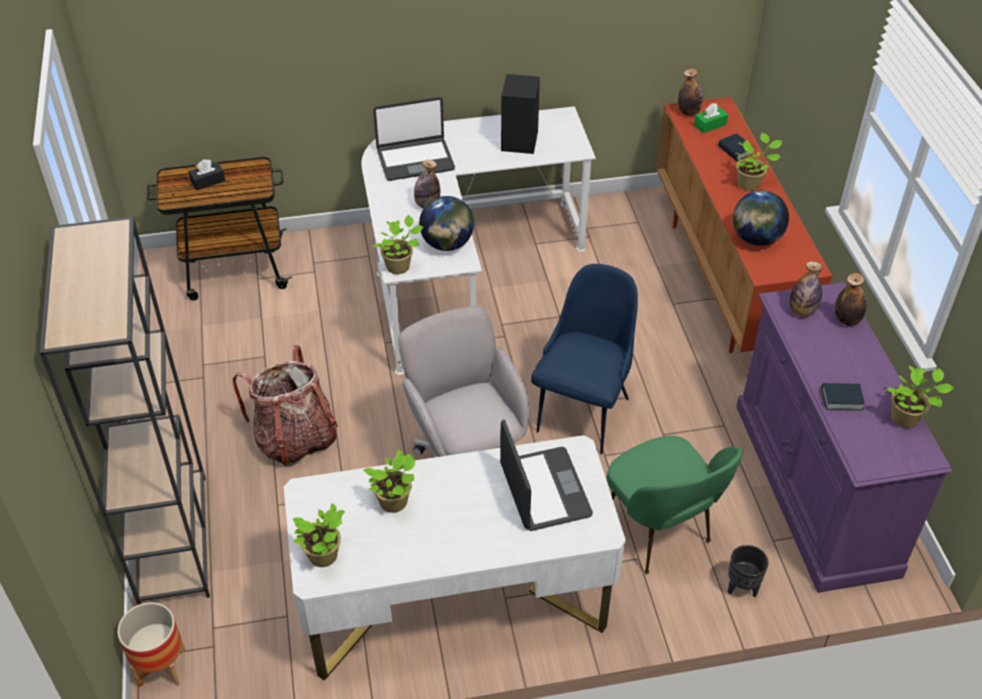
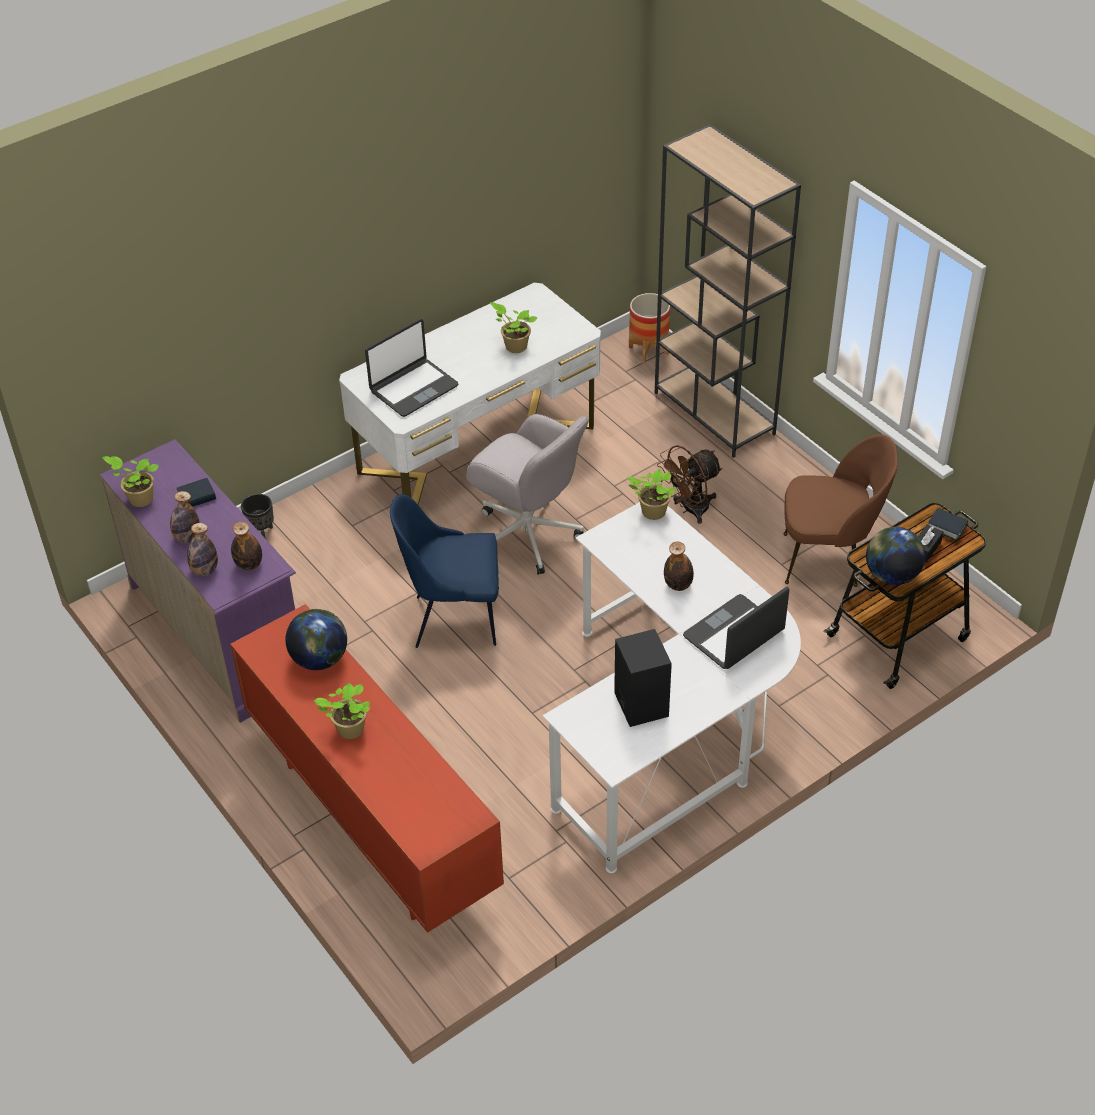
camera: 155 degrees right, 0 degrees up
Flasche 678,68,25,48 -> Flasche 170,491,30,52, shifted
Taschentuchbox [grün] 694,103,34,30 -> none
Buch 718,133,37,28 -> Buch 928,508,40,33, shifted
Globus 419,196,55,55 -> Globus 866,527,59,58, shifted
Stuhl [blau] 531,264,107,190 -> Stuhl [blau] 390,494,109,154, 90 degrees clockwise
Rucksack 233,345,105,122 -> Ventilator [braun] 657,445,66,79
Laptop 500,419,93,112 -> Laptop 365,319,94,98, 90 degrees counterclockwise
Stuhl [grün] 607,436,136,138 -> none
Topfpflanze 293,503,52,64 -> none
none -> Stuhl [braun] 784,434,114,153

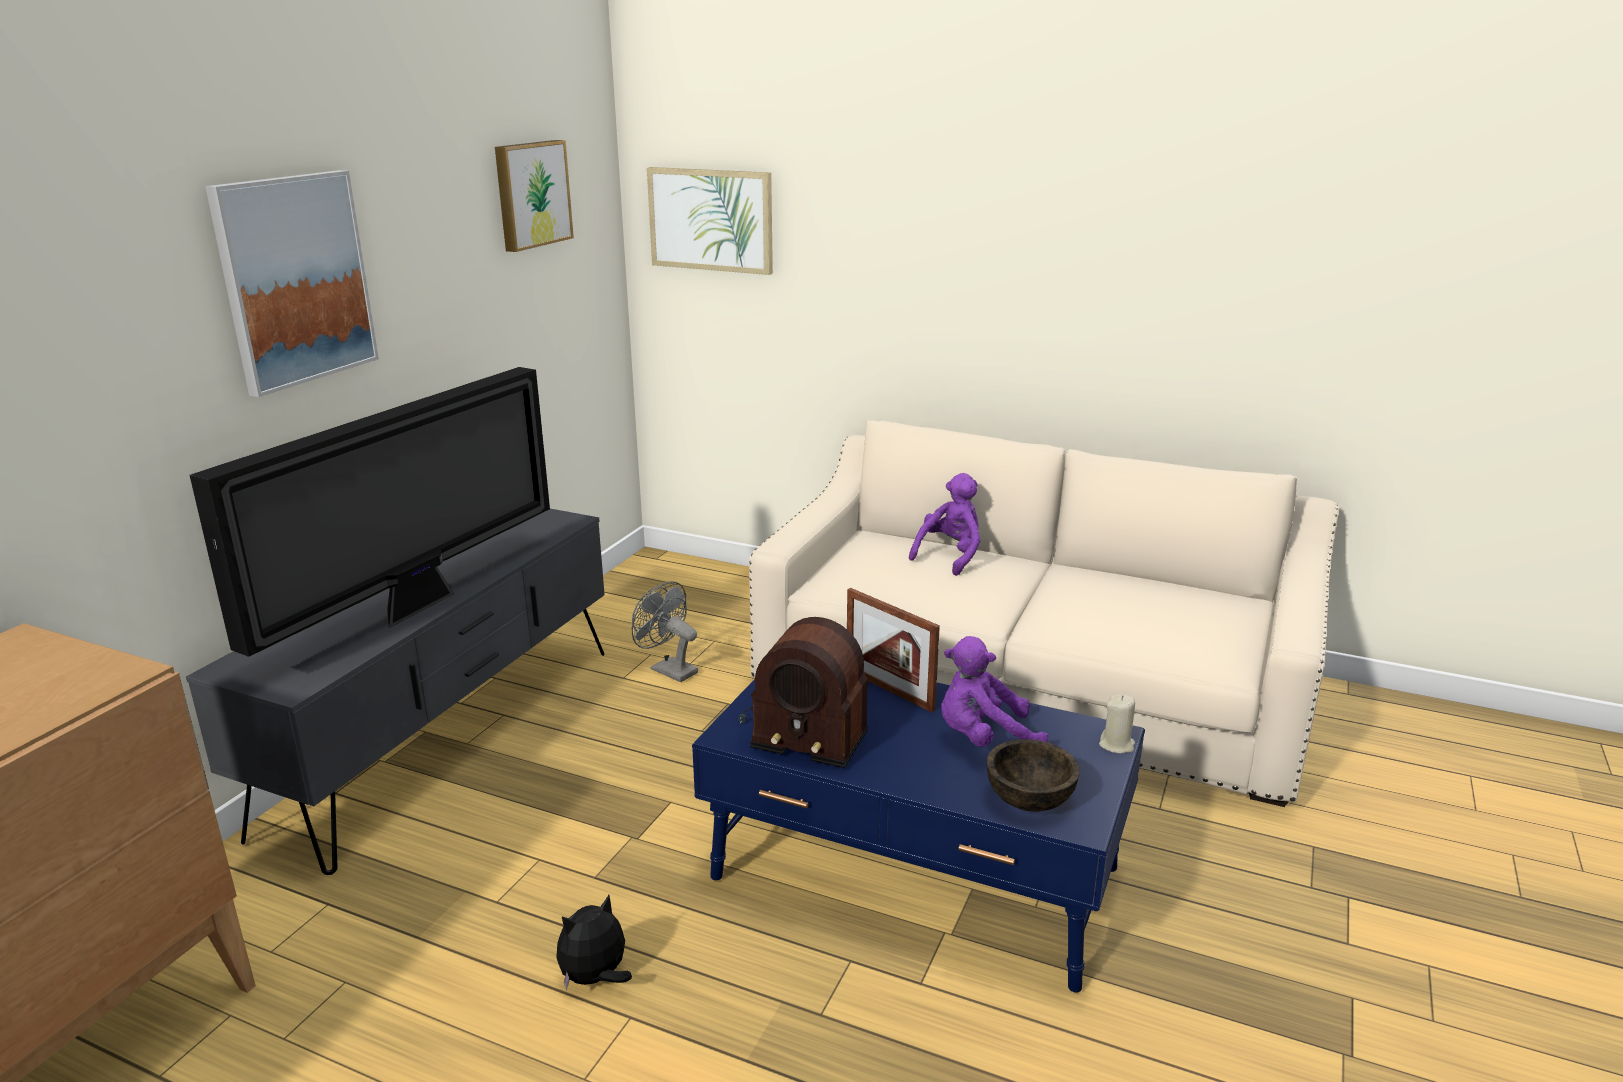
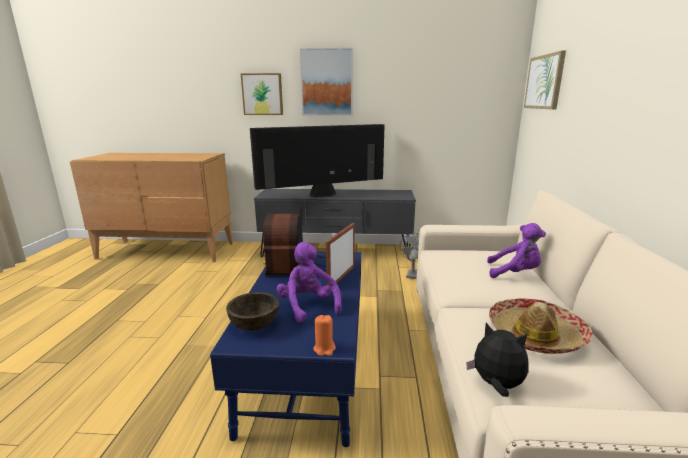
camera: 70 degrees right, 5 degrees down
Bild 495,140,79,112 -> Bild 241,73,42,42, shifted
Fernseher 190,367,360,290 -> Fernseher 250,124,135,74, 150 degrees clockwise
Kerze [beige] 1099,694,36,60 -> Kerze [orange] 313,315,23,41
Plüschtier 556,895,76,95 -> Plüschtier 466,323,63,74, shifted
none -> Hut 489,298,104,56

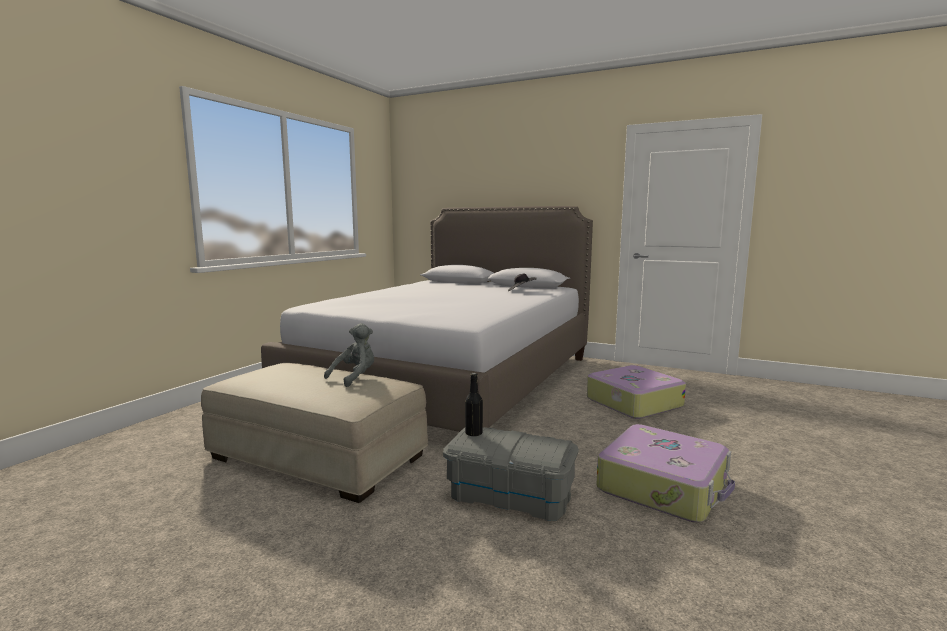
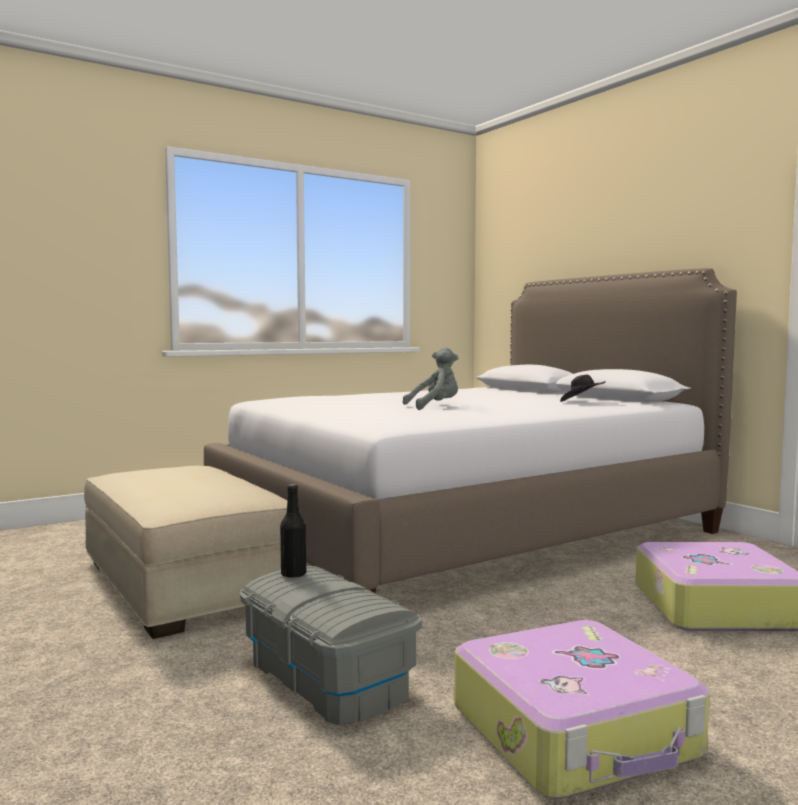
camera: 30 degrees right, 5 degrees down
Plüschtier [grau] 324,323,50,64 -> Plüschtier [grau] 402,347,56,63, shifted

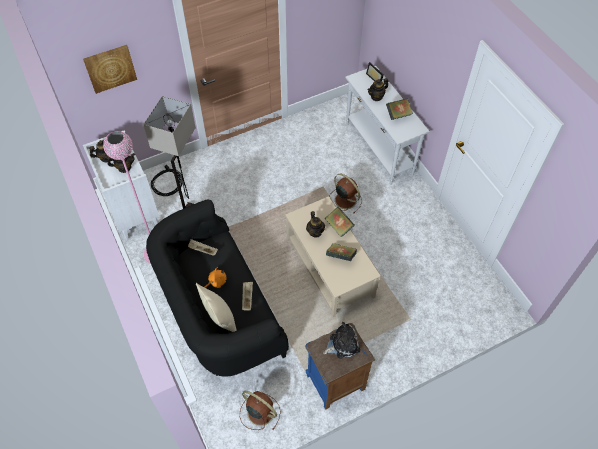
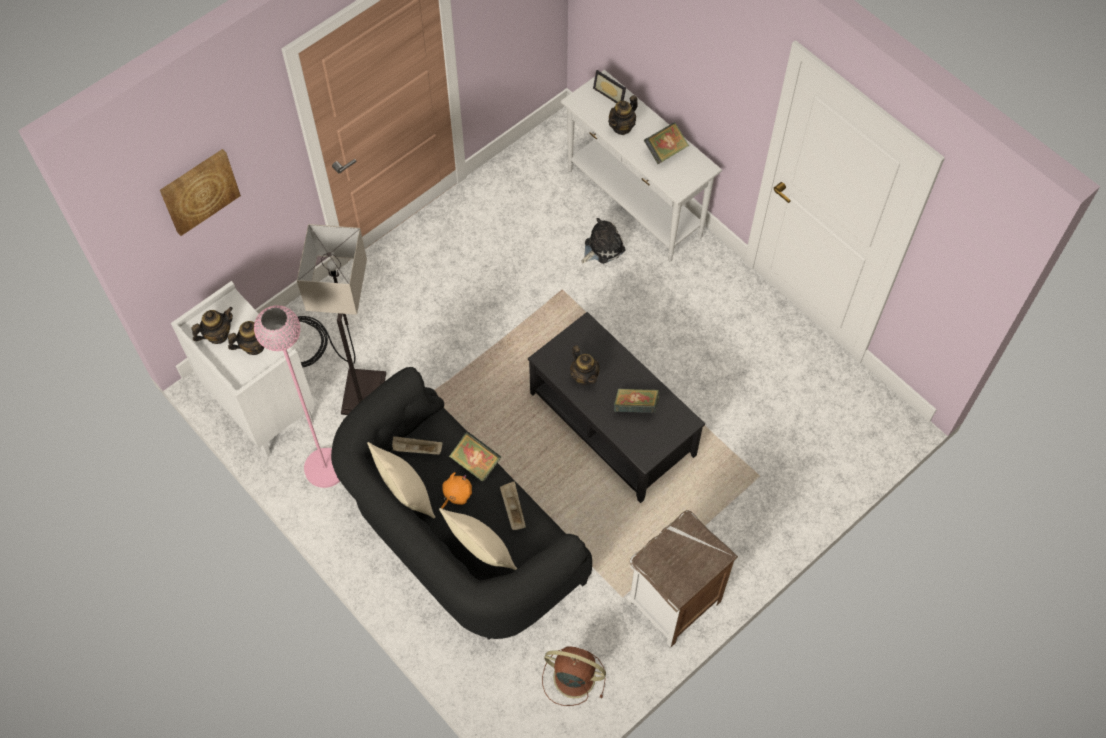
camera: 15 degrees left, 5 degrees up
Ventilator [braun] 330,174,32,39 -> none
Couchtisch [beige] 285,196,96,121 -> Couchtisch [schwarz] 528,312,177,191
Buch 325,207,30,30 -> Buch 449,432,52,50, shifted
Plüschtier 323,322,37,37 -> Plüschtier 581,218,44,46, shifted
Nachttisch [blau] 305,323,70,87 -> Nachttisch [weiß] 626,510,112,138
none -> Kissen [beige] 367,442,68,77

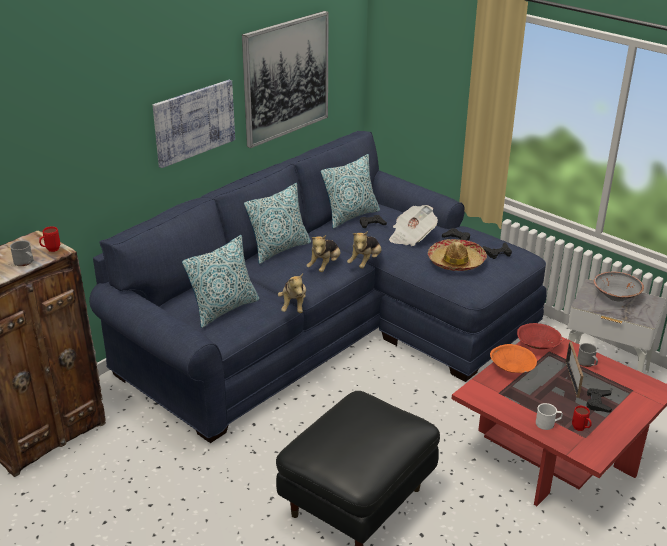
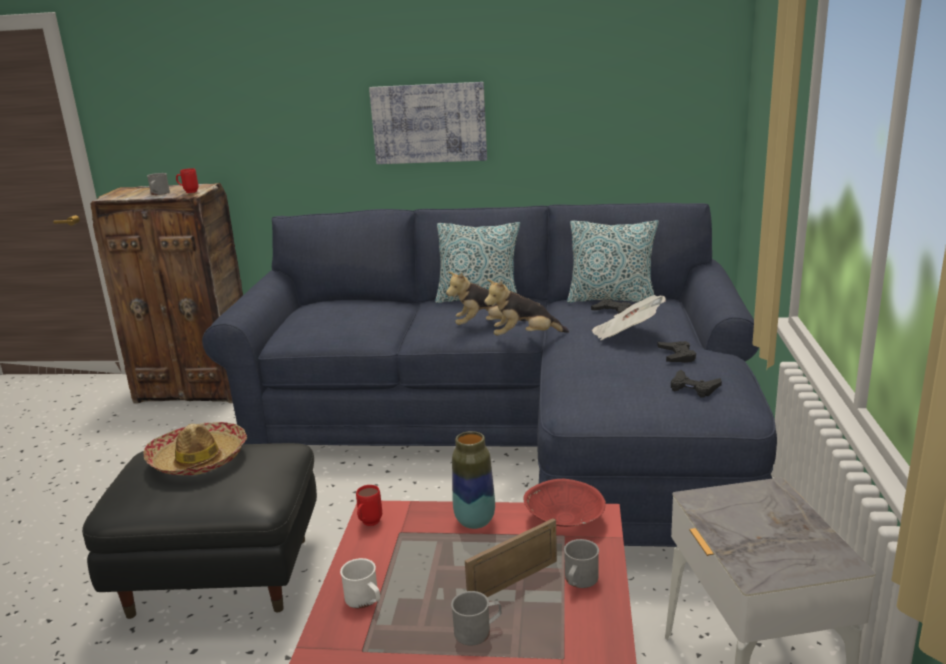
camera: 55 degrees right, 10 degrees down
Bild 242,11,87,137 -> none
Kissen 182,235,77,93 -> none
Hut 428,239,59,32 -> Hut 143,422,104,53, shifted
Schüssel [grau] 594,272,50,29 -> none
Plüschtier 278,273,28,40 -> none
Schüssel [orange] 490,344,47,29 -> Vase 452,431,43,98
Gamepad [schwarz] 587,388,25,25 -> Henkelbecher [grau] 451,591,50,55
Henkelbecher [rot] 572,406,20,25 -> Henkelbecher [rot] 356,485,26,41, shifted

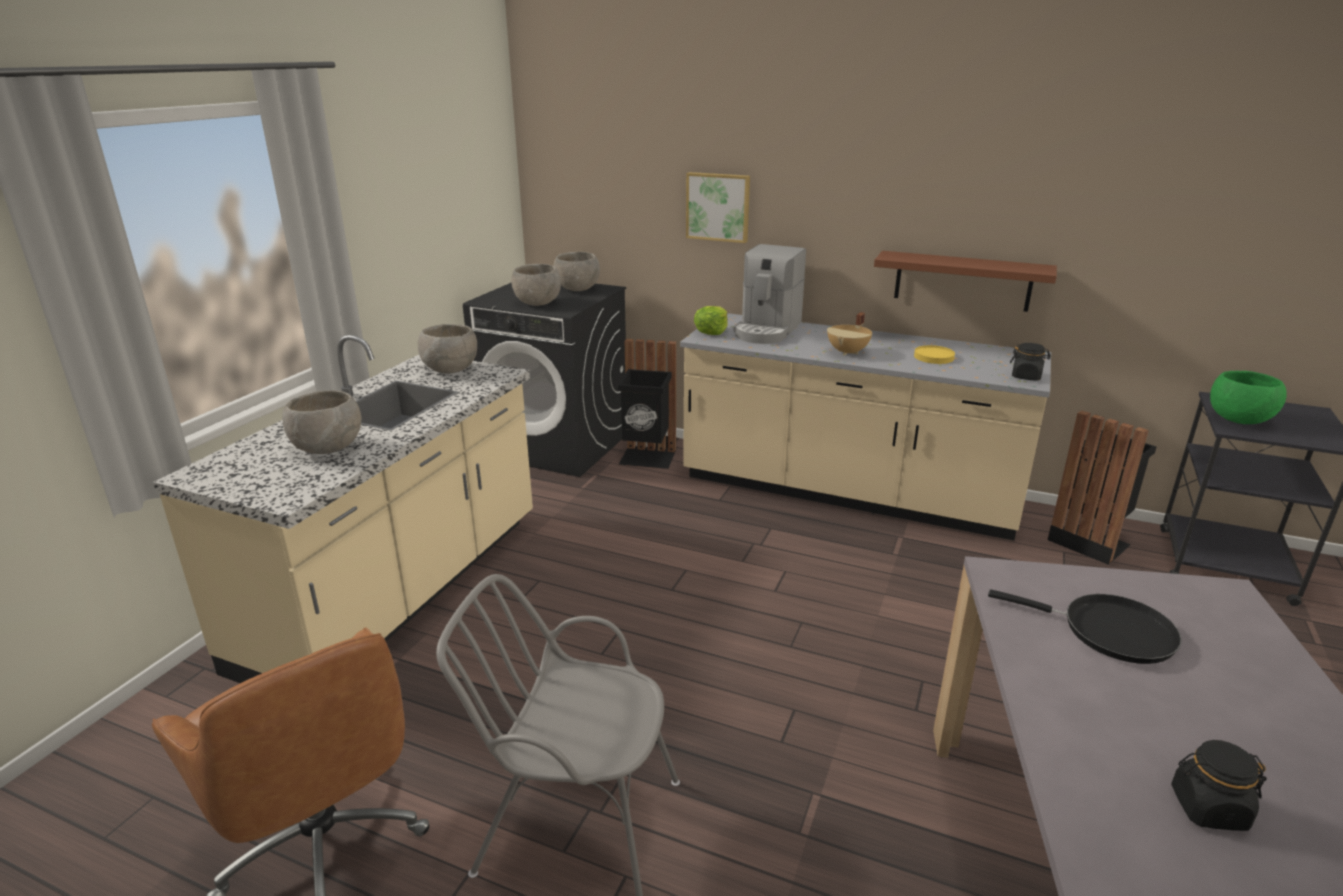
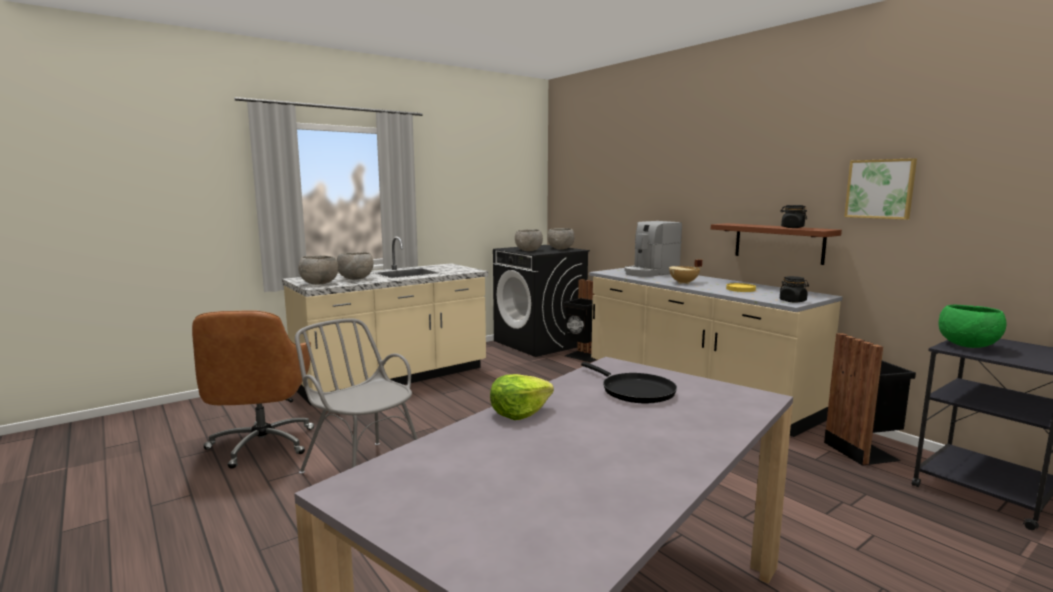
camera: 30 degrees right, 15 degrees down
Bild 686,172,64,71 -> Bild 844,158,73,62, shifted
Salatkopf 694,306,34,29 -> Salatkopf 490,374,64,46, shifted
Schüssel [grau] 418,324,59,49 -> Schüssel [grau] 298,256,40,29, shifted
Vorratsglas [schwarz] 1171,740,96,91 -> Vorratsglas [schwarz] 780,205,27,23, shifted

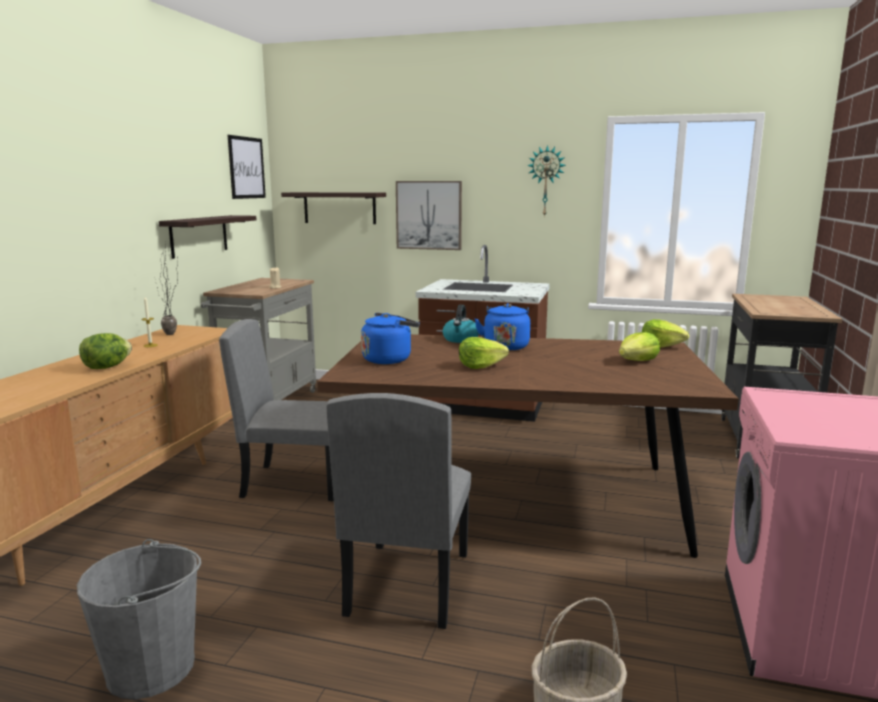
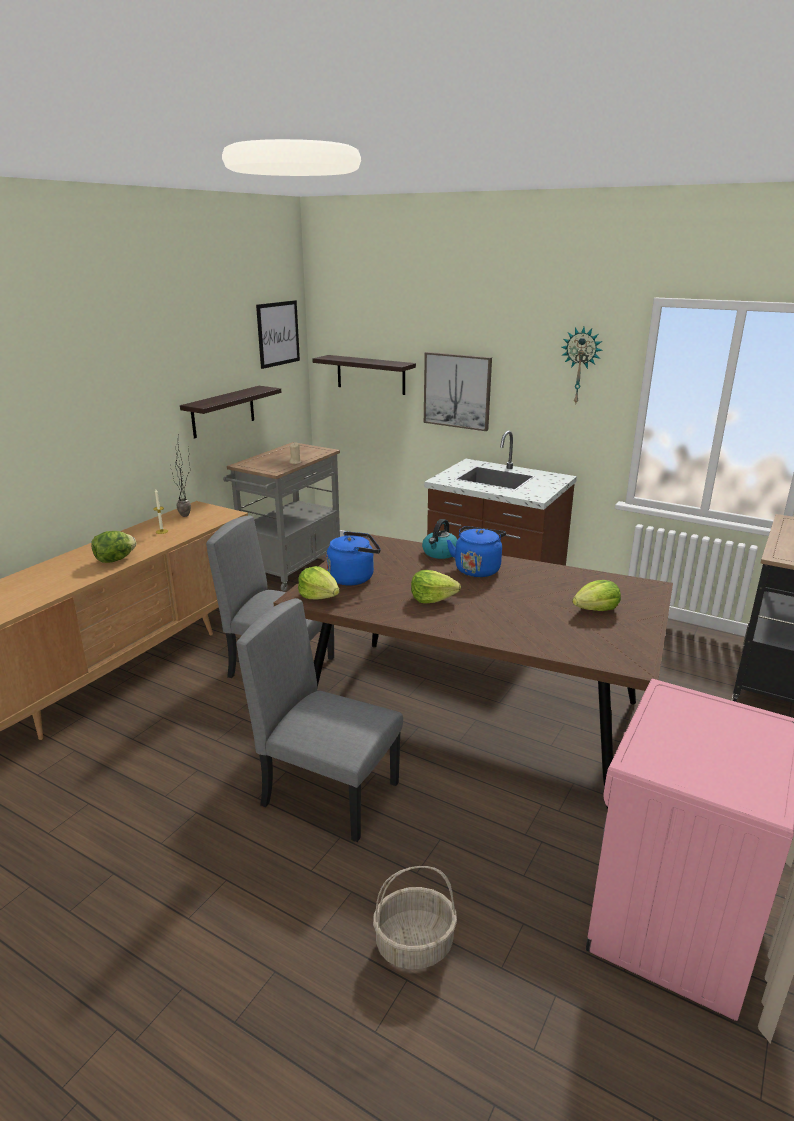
camera: 15 degrees right, 10 degrees up
Salatkopf 642,319,47,29 -> Salatkopf 298,566,42,33, shifted
Stuhl [grau] 326,393,145,236 -> Stuhl [grau] 237,598,166,244, 90 degrees clockwise
Eimer [grau] 77,539,124,160 -> none

